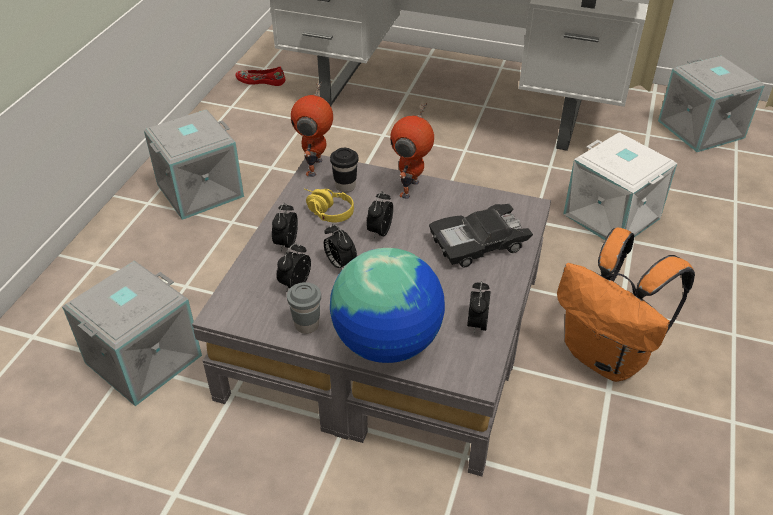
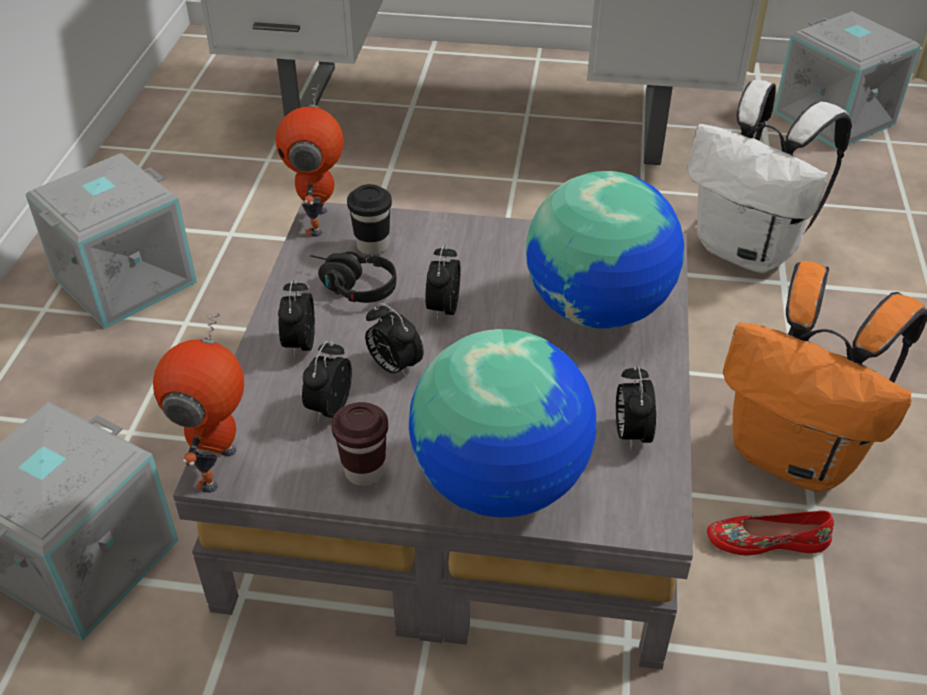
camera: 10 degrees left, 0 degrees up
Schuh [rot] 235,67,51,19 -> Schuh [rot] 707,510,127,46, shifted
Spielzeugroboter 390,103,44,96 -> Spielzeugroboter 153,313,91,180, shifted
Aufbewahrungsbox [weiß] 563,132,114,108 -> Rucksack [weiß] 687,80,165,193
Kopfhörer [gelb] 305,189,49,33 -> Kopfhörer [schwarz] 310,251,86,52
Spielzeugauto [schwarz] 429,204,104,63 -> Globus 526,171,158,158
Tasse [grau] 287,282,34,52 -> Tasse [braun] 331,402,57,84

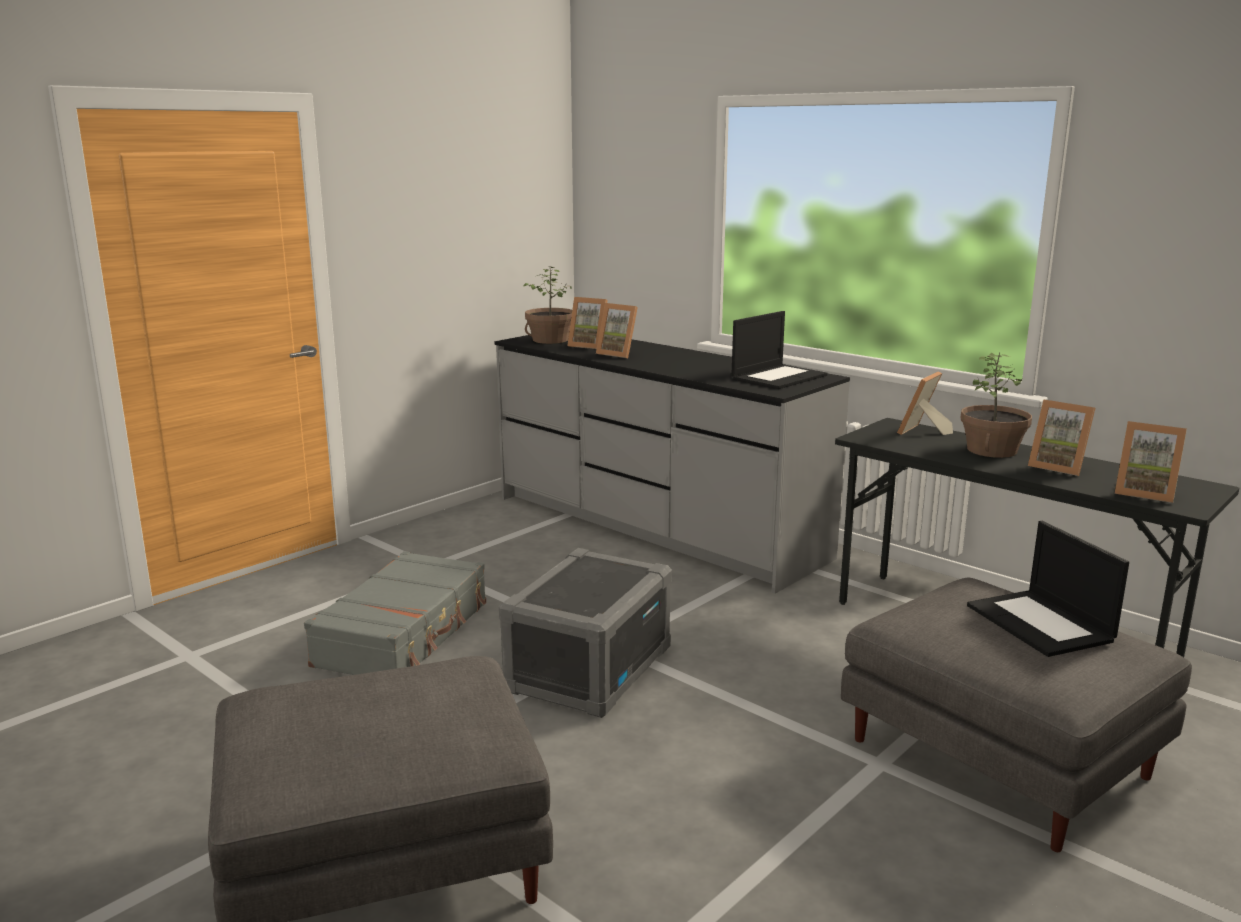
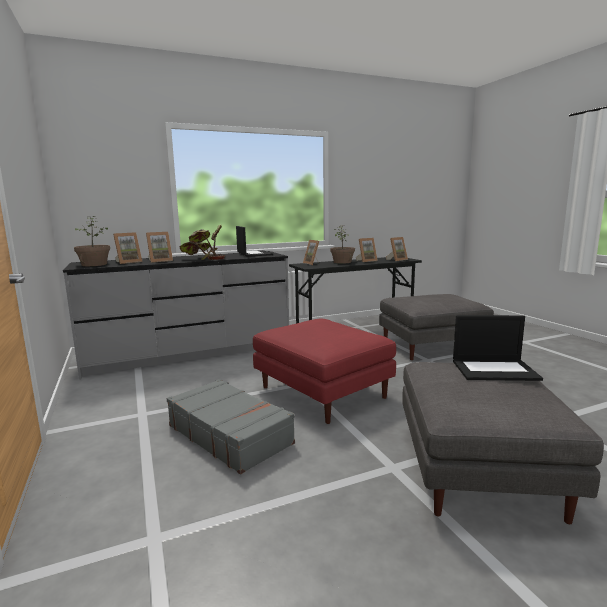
camera: 65 degrees left, 5 degrees down
Laptop 967,521,162,136 -> Laptop 453,315,90,66, shifted
Aufbewahrungsbox [grau] 499,548,173,170 -> Polsterhocker [rot] 253,319,143,105
none -> Topfpflanze 180,225,45,35

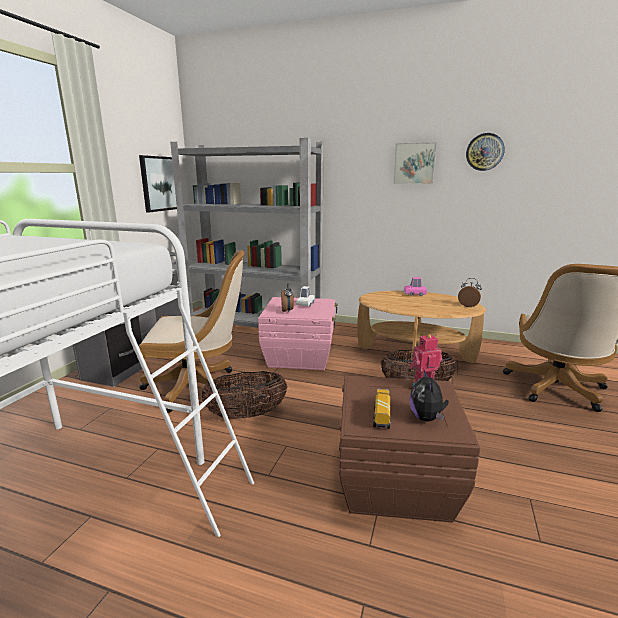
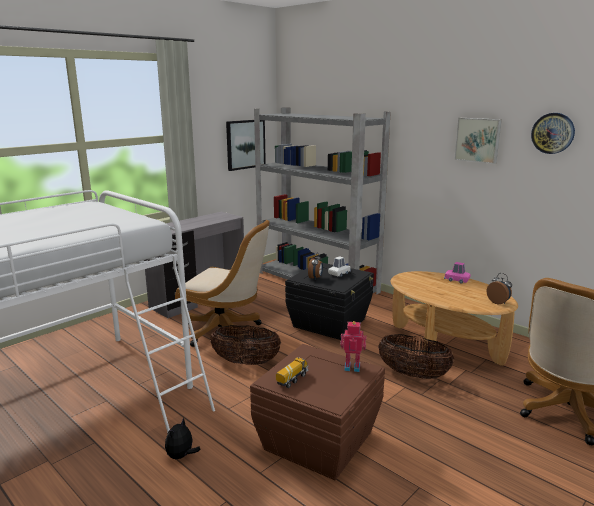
camera: 25 degrees right, 0 degrees up
Aufbewahrungsbox [rosa] 258,297,80,73 -> Aufbewahrungsbox [schwarz] 285,263,89,77
Plüschtier 409,370,40,52 -> Plüschtier 165,417,35,43, shifted

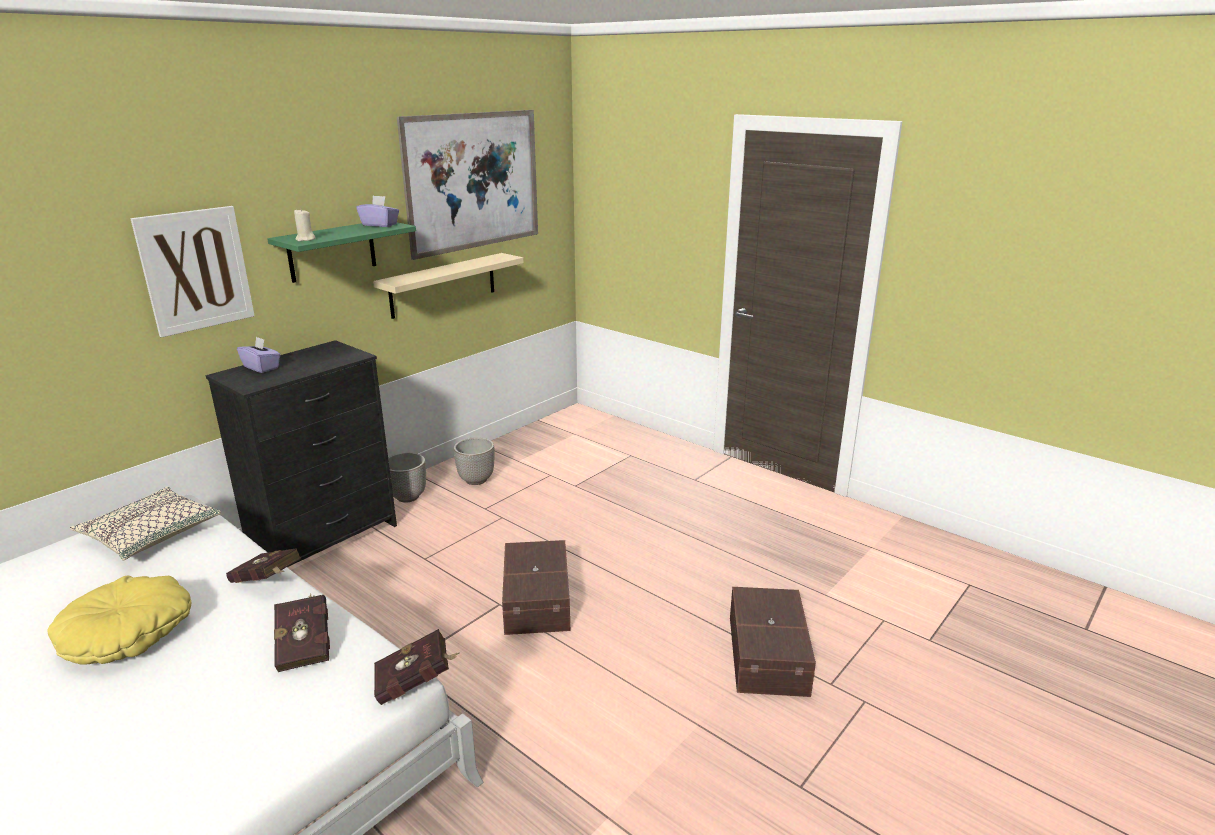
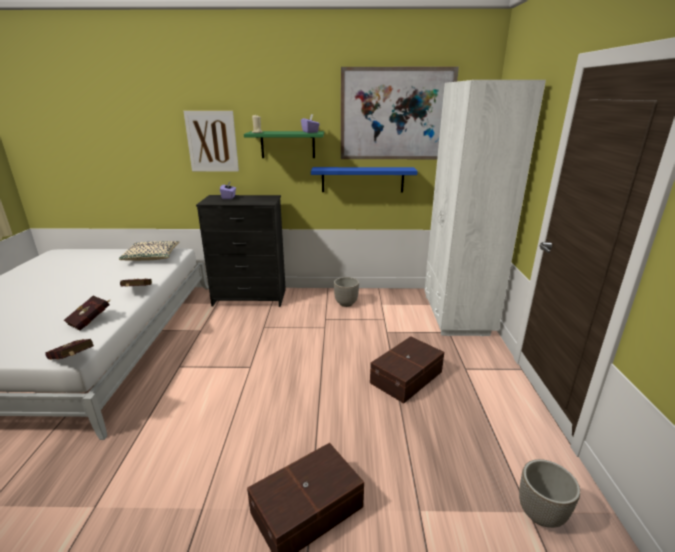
camera: 50 degrees right, 0 degrees up
Wandregal [beige] 373,253,151,66 -> Wandregal [blau] 311,167,107,26
Pflanzkübel 388,453,38,50 -> Pflanzkübel 519,459,61,69, shifted
Aufbewahrungsbox [braun] 502,540,68,95 -> Aufbewahrungsbox [braun] 370,336,74,67, shifted
Kissen [gelb] 47,576,144,89 -> none
none -> Kleiderschrank [weiß] 424,80,122,256

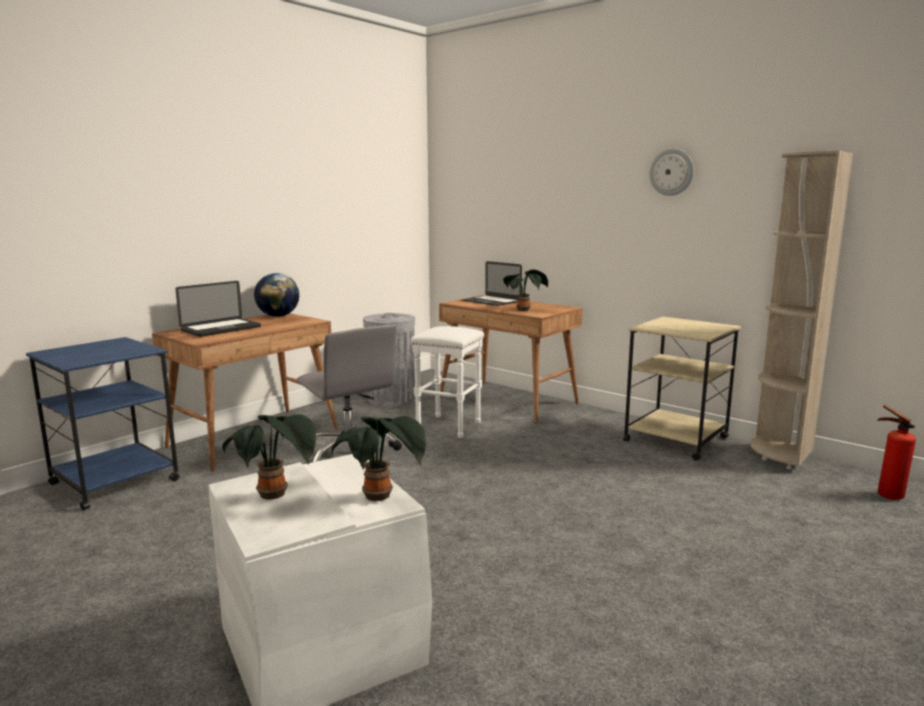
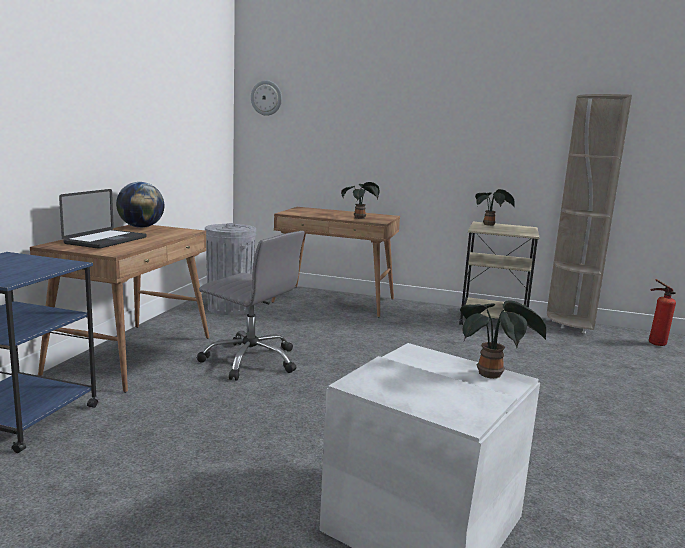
camera: 25 degrees left, 0 degrees up
Wanduhr 649,148,45,48 -> Wanduhr 251,80,31,36, shifted
Laptop 462,261,60,45 -> none
Hocker [weiß] 411,326,73,112 -> none
Topfpflanze 222,414,94,86 -> Topfpflanze 475,189,40,37, shifted

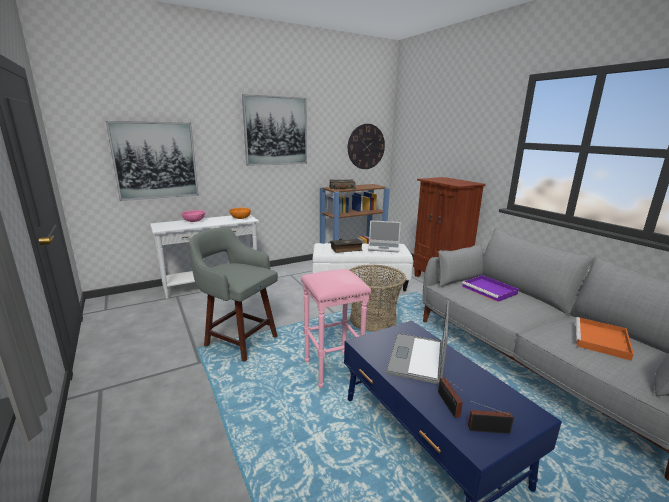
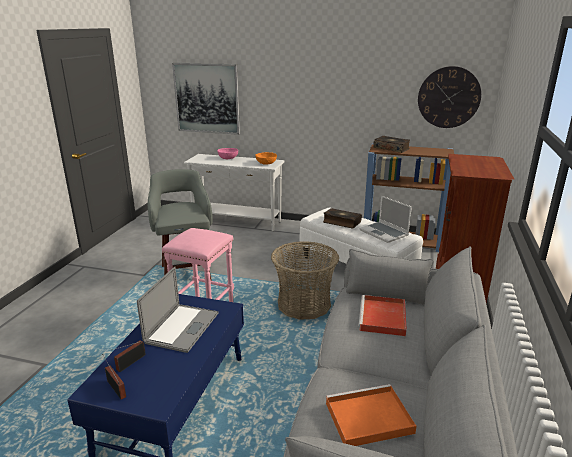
camera: 45 degrees right, 5 degrees up
Bild 242,94,65,72 -> none
Tablett [lila] 462,275,57,27 -> Tablett [rot] 358,295,49,41
Laptop 386,300,63,84 -> Laptop 137,267,82,86, 135 degrees clockwise

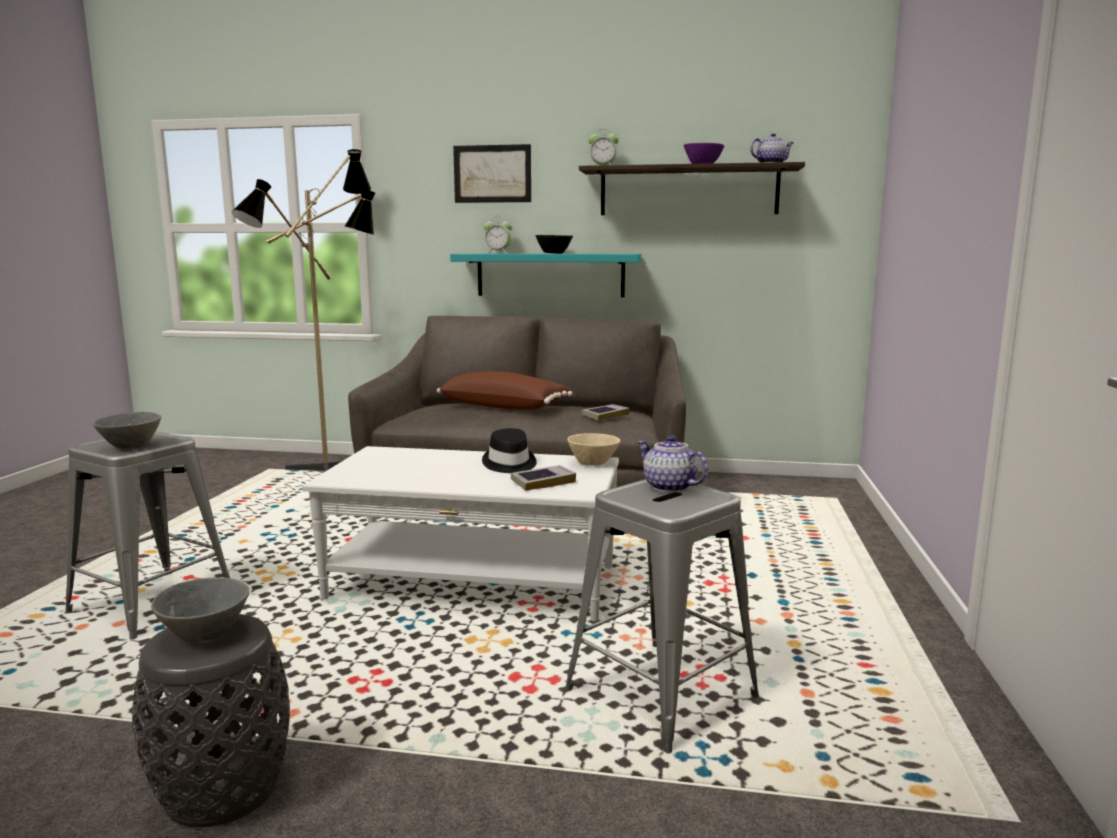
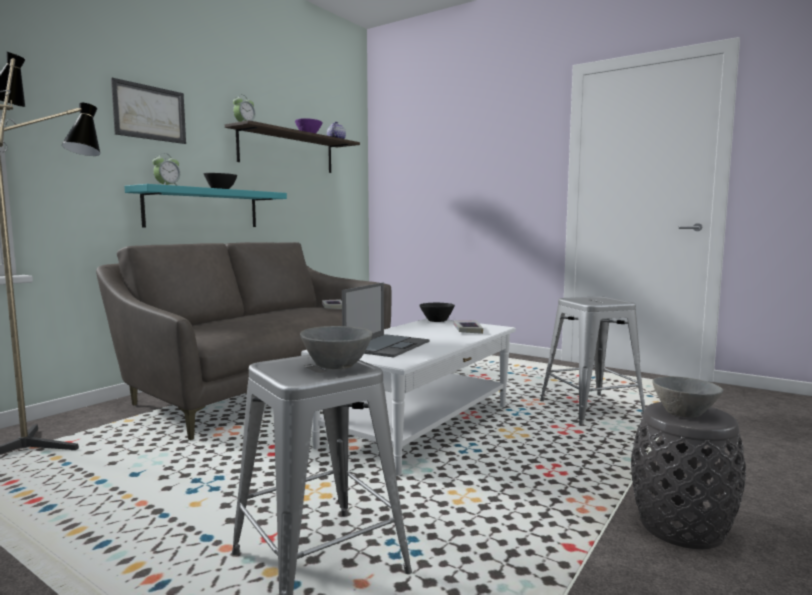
camera: 65 degrees left, 5 degrees down
Kissen [braun] 437,371,136,39 -> none
Hut [schwarz] 482,428,55,45 -> none
Schüssel [beige] 567,433,53,33 -> Schüssel [schwarz] 419,303,36,19
Teekanne 638,435,70,57 -> none
none -> Laptop 342,283,87,75

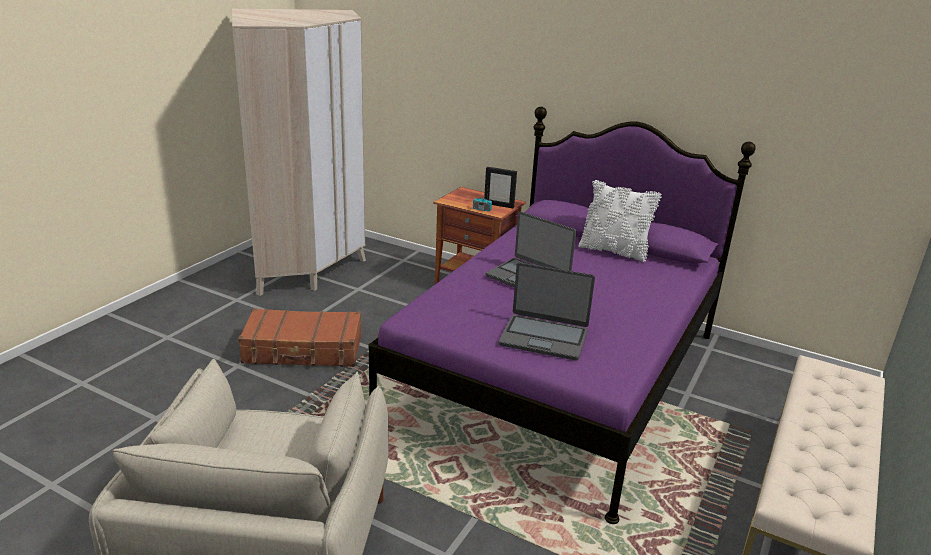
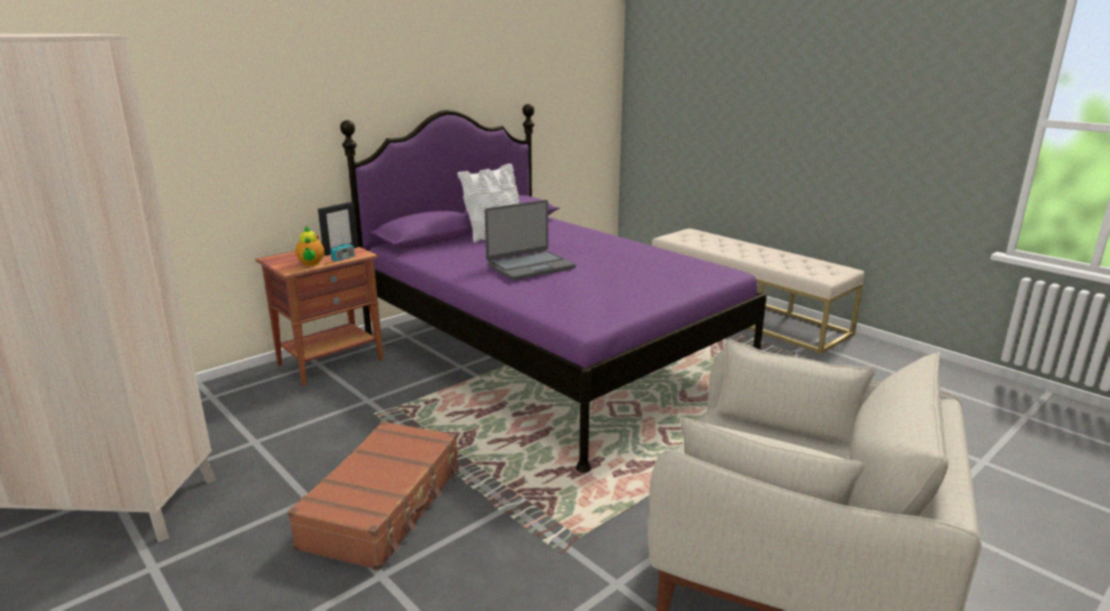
camera: 70 degrees left, 5 degrees down
Laptop 499,262,96,99 -> none
none -> Teekanne 295,226,29,40

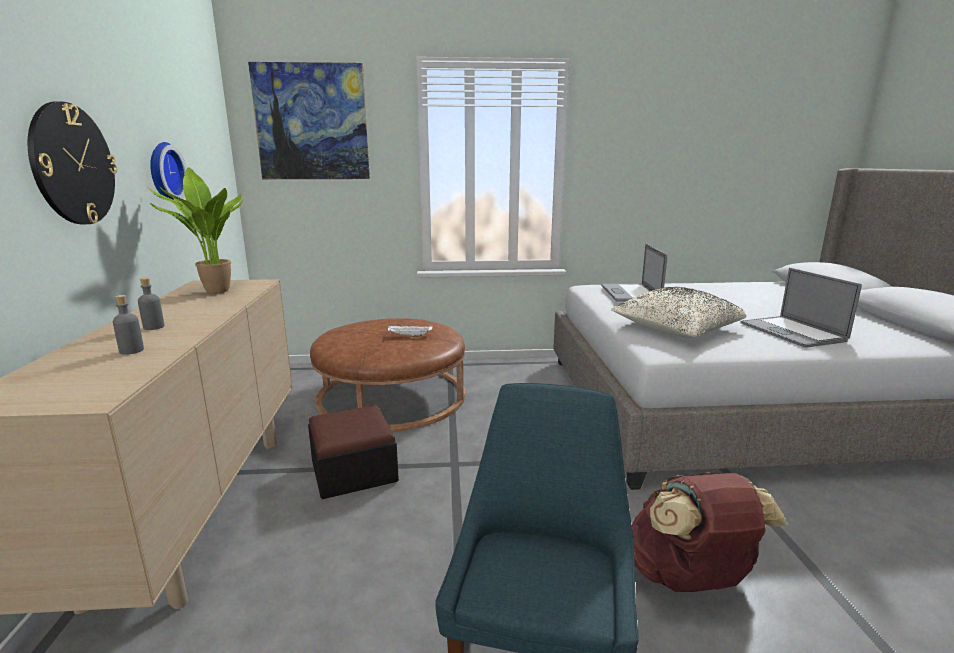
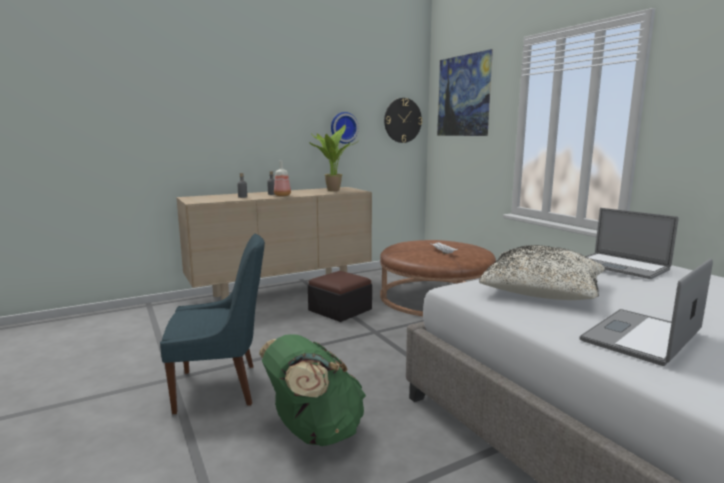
camera: 65 degrees right, 5 degrees down
Wanduhr 28,101,89,123 -> Wanduhr 384,98,38,45, shifted
Laptop 601,244,66,58 -> Laptop 586,208,93,71, 105 degrees counterclockwise
Rucksack [braun] 632,472,156,120 -> Rucksack [grün] 259,335,107,111
none -> Flasche 274,161,17,35

